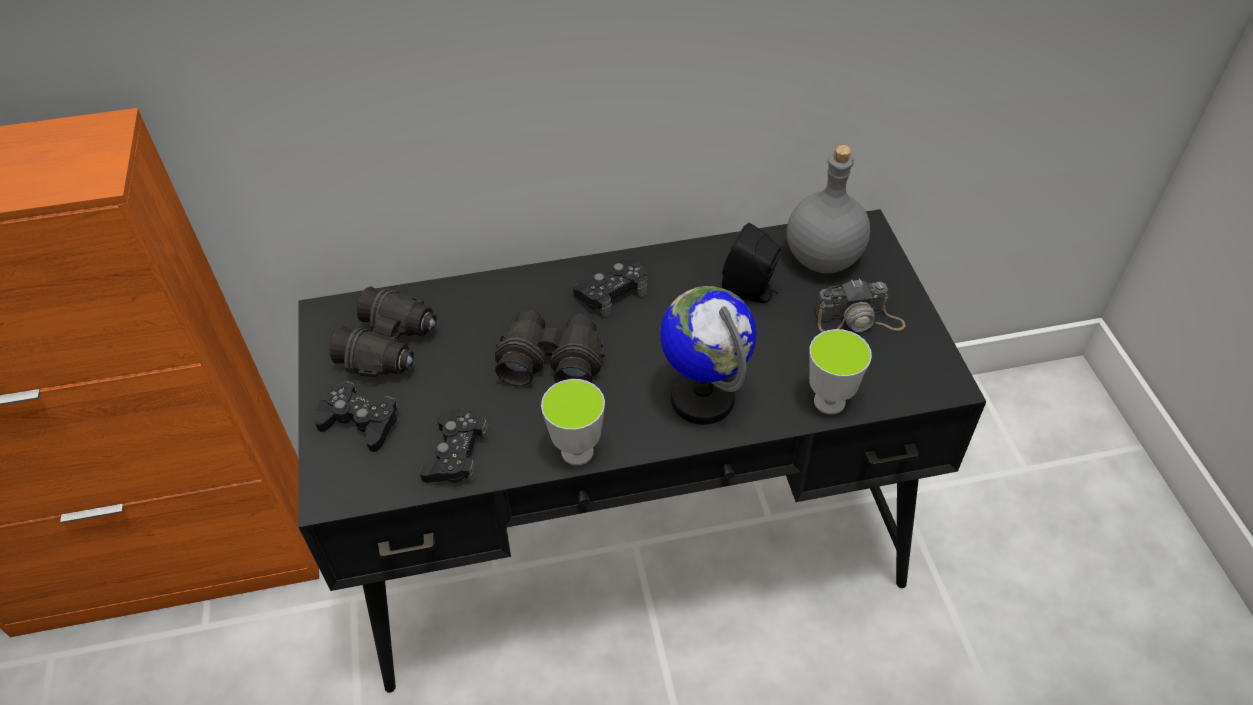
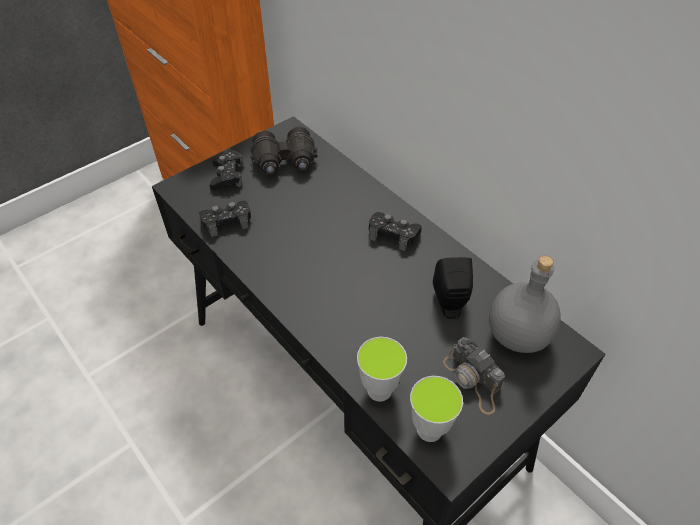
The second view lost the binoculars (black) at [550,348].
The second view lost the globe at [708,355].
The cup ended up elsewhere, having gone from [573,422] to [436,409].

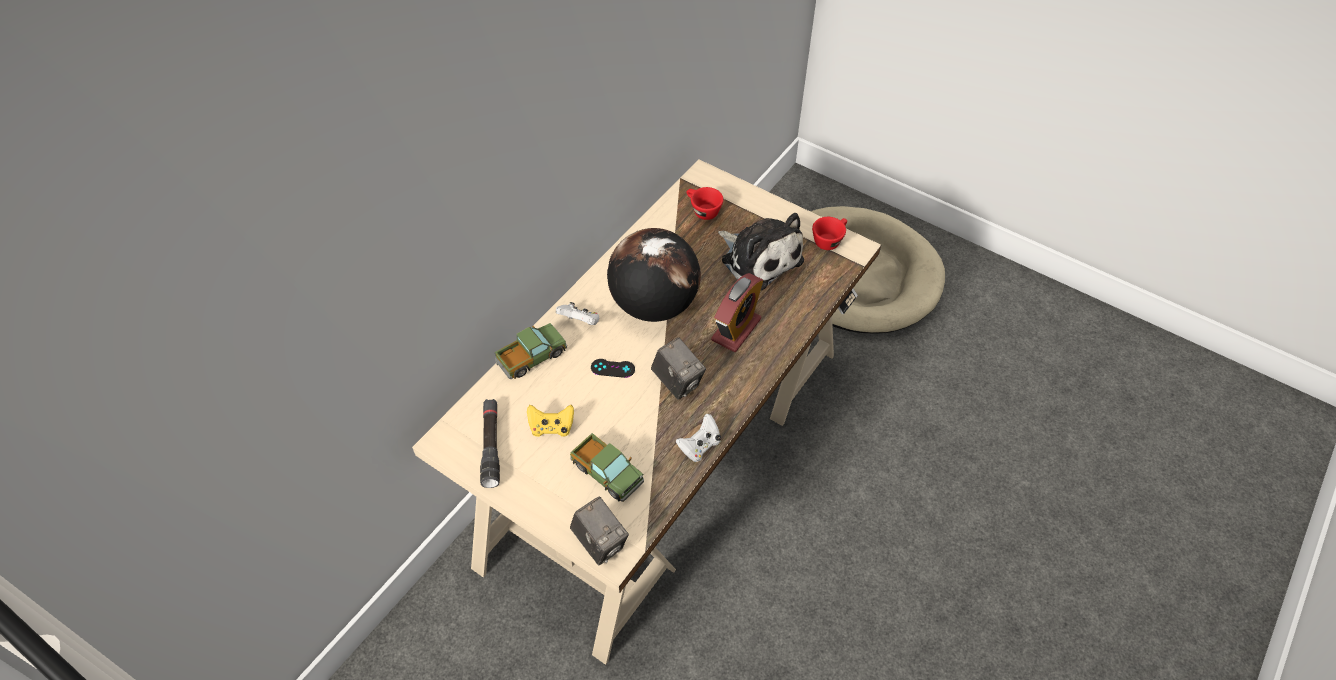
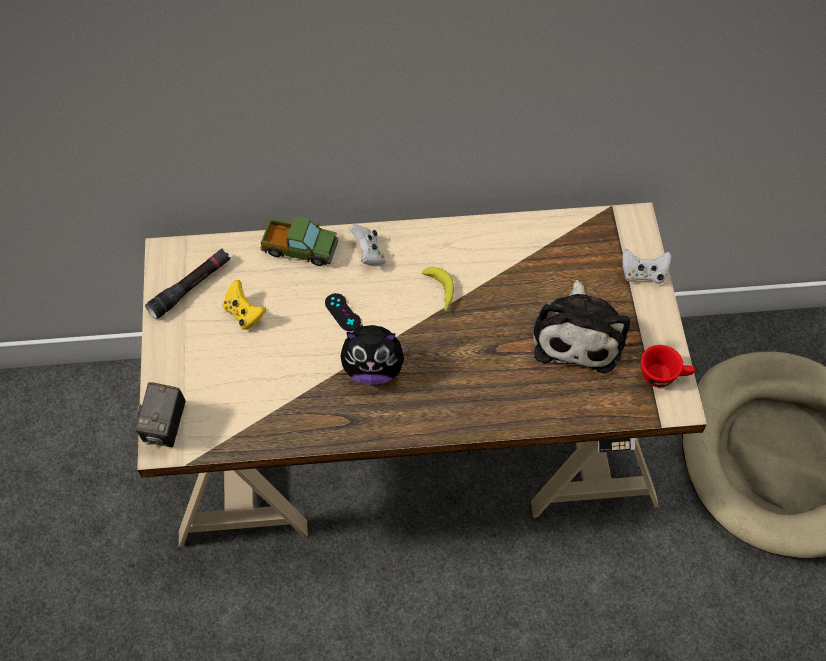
The second view lost the toy truck at [607,467].
The second view lost the cup (red) at [704,203].
The second view lost the alarm clock at [737,312].
The game controller (white) ended up elsewhere, having gone from [698,438] to [646,266].
Where the globe stood at [654,275], the banana came to stand at [438,289].
Where the photo camera stood at [678,368], the plush toy came to stand at [375,355].

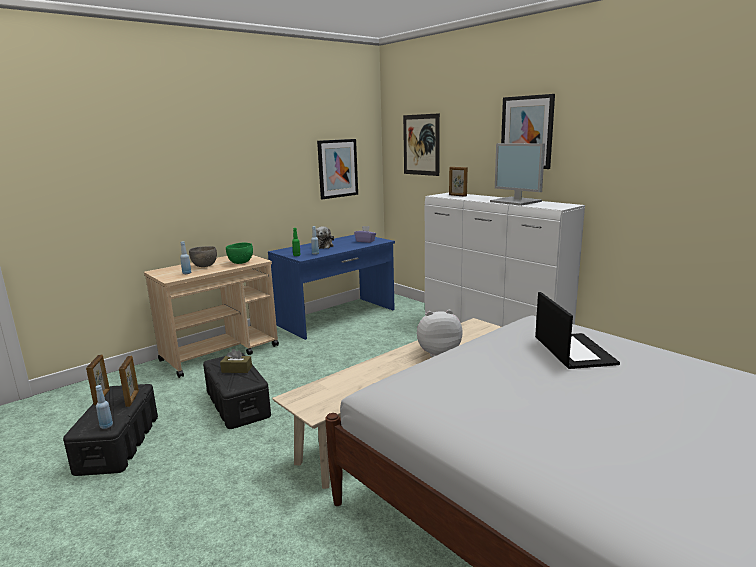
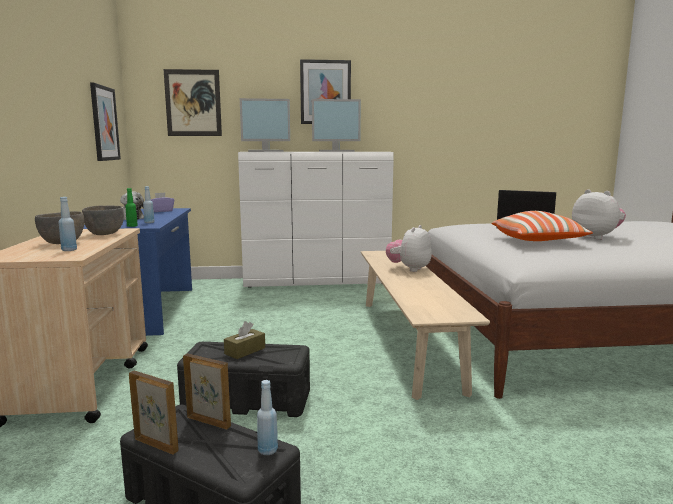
The second view gained the pillow at [542,226].
The second view gained the plush toy at [599,214].
Where the picture frame stood at [458,182], the monitor came to stand at [265,125].
What was the bowl (green) at [239,253] turned into the bowl (grey) at [103,220].

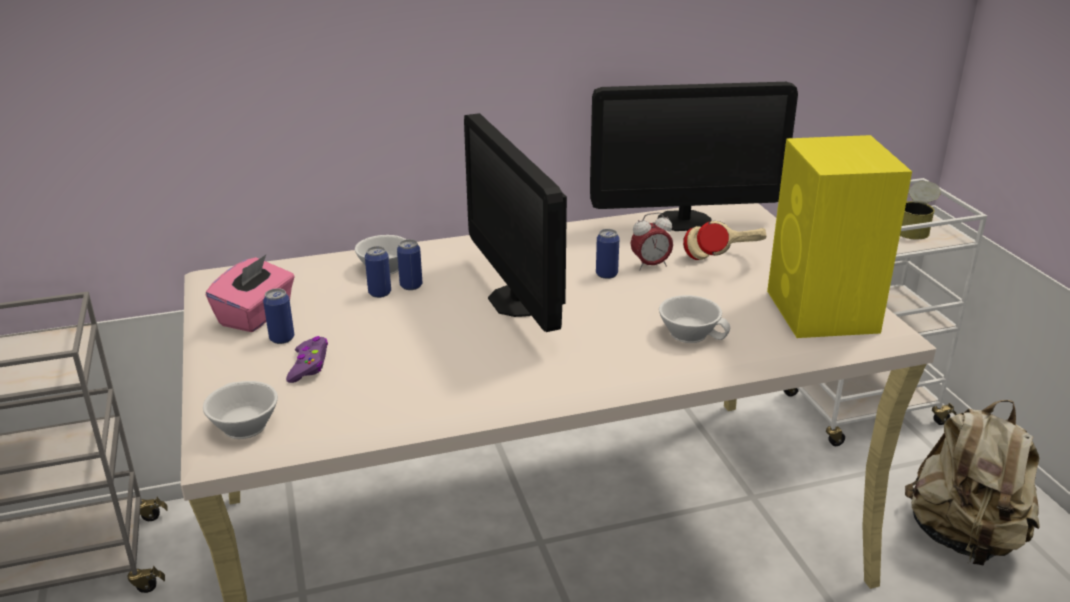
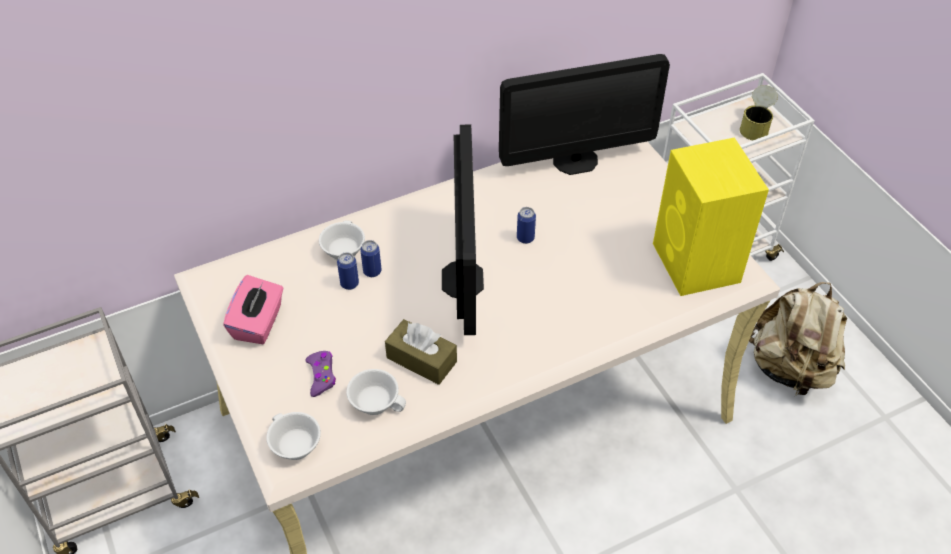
The second view lost the can at [278,316].
The second view lost the alarm clock at [652,241].
The second view lost the headphones (beige) at [724,240].
The second view gained the tissue box (brown) at [421,352].
The cup (white) ended up elsewhere, having gone from [694,319] to [376,392].
The monitor at [515,222] ended up facing another way, 150 degrees counterclockwise from before.

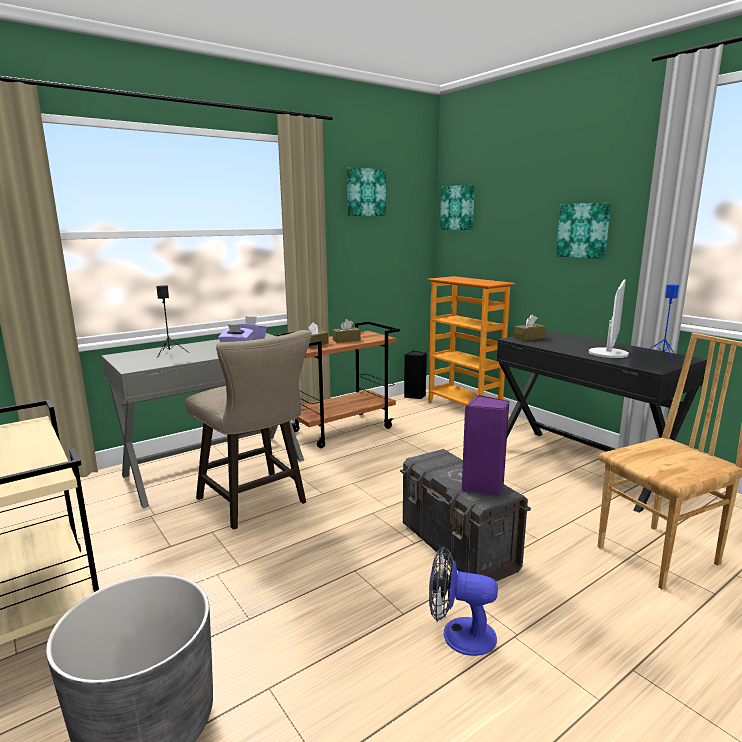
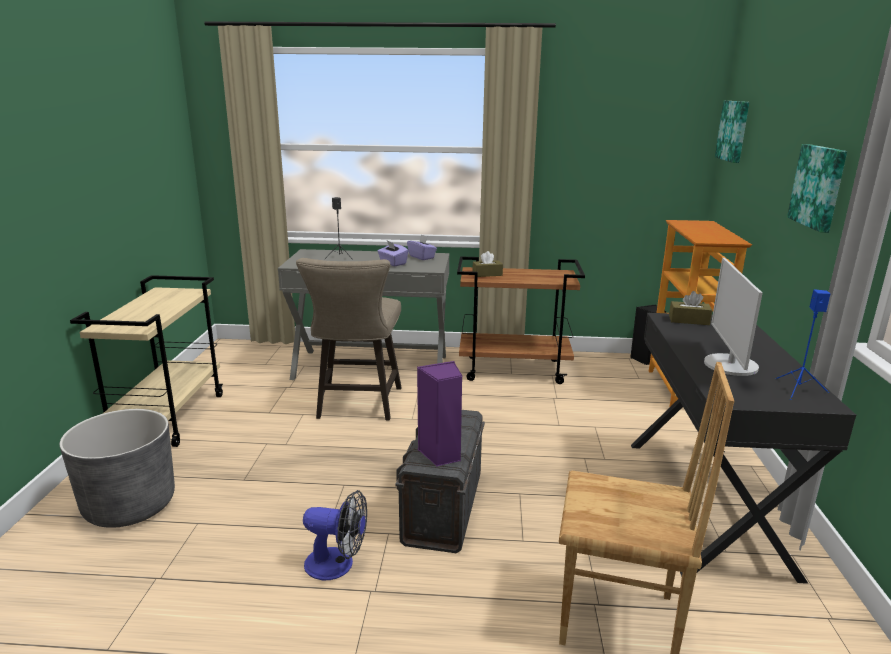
The second view lost the tissue box (brown) at [347,331].
The second view lost the picture at [366,192].
The fan at [463,601] ended up facing another way, 135 degrees clockwise from before.
The monitor at [609,319] ended up facing another way, 120 degrees clockwise from before.

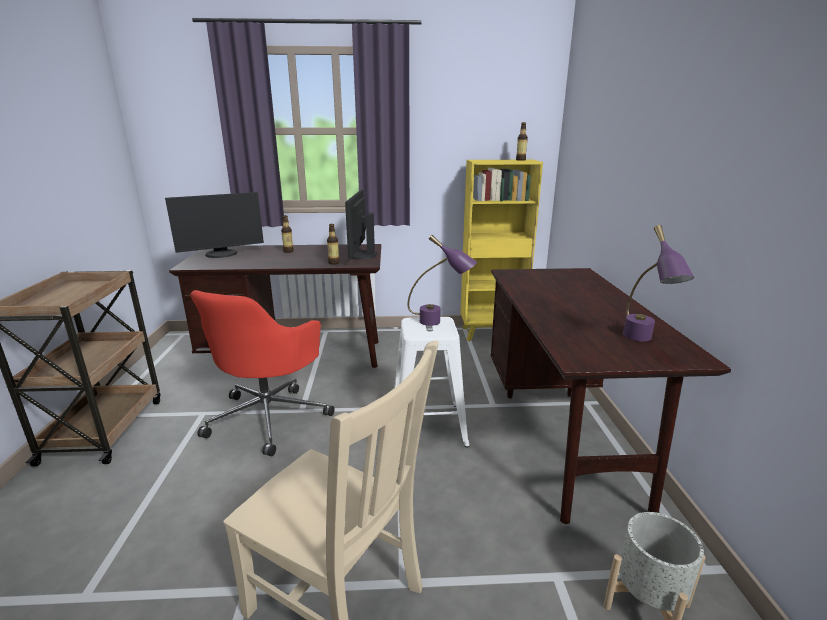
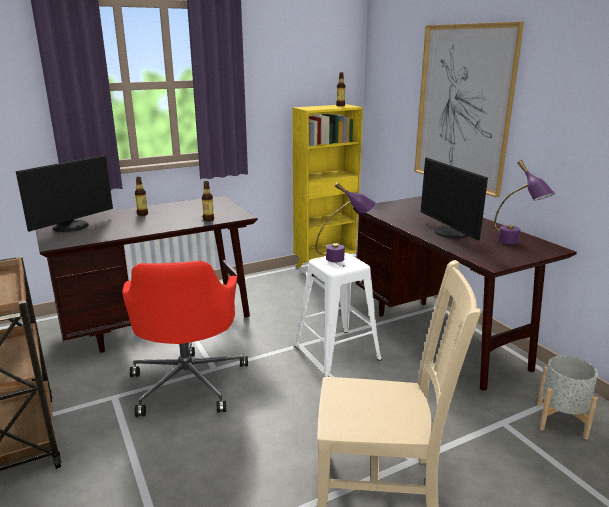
The second view gained the picture at [469,109].
The monitor ended up elsewhere, having gone from [361,225] to [454,198].

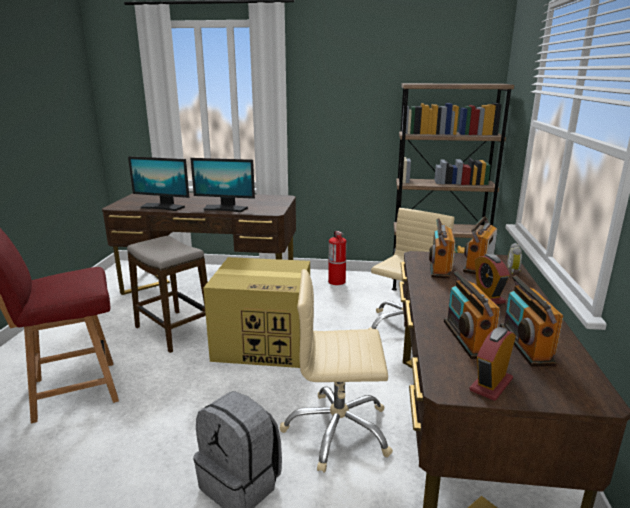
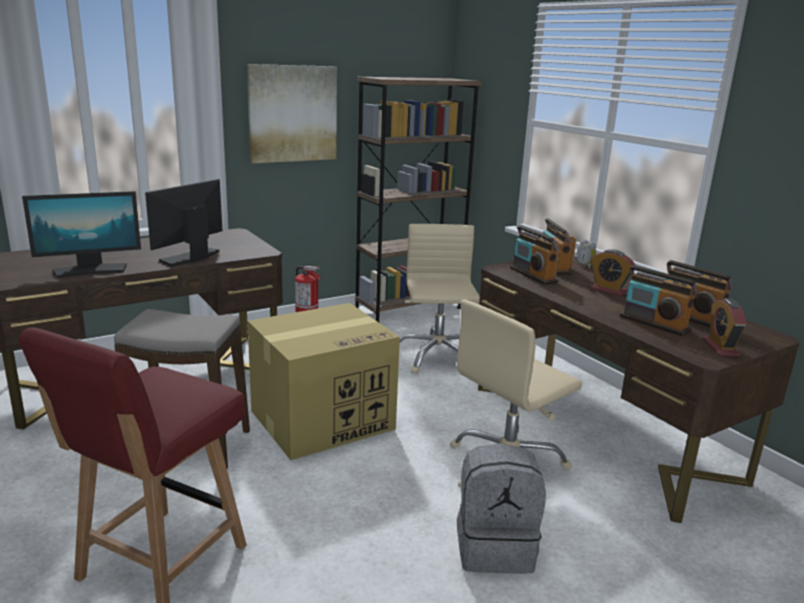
The second view gained the picture at [292,113].
The monitor at [223,185] ended up facing another way, 150 degrees clockwise from before.

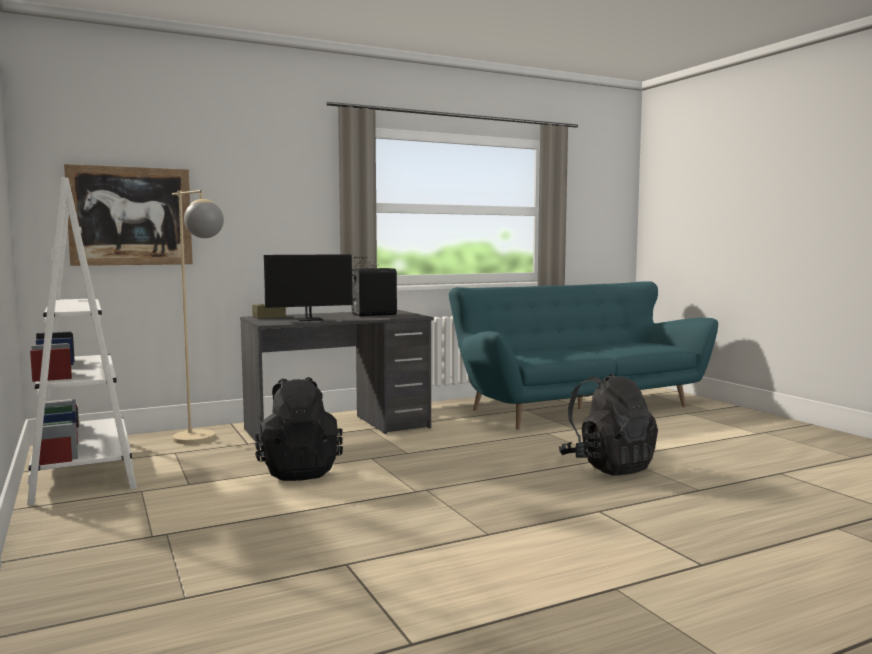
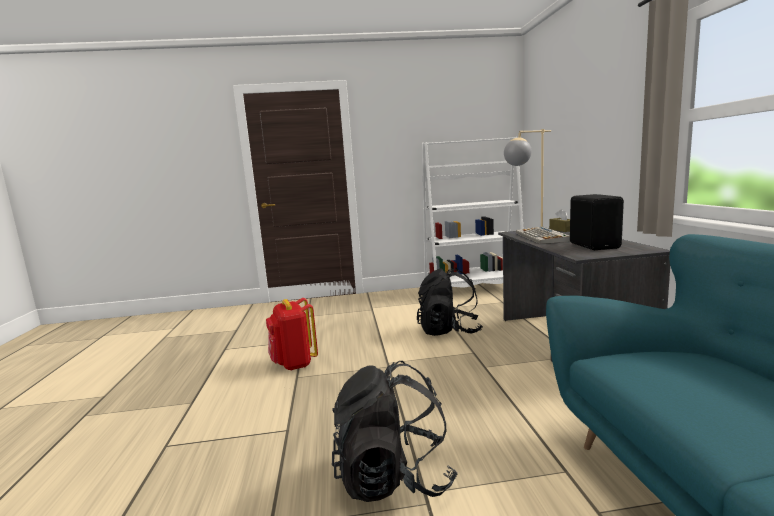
The second view lost the picture at [128,215].
The second view gained the backpack (red) at [292,334].
Where the monitor stood at [320,287], the keyboard came to stand at [543,235].

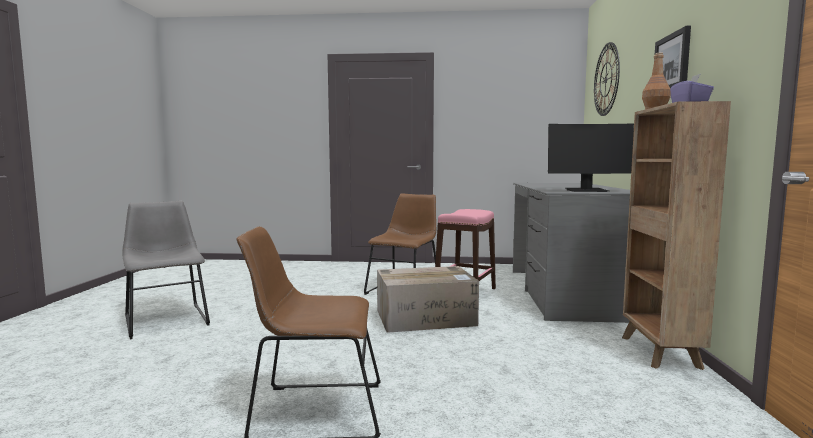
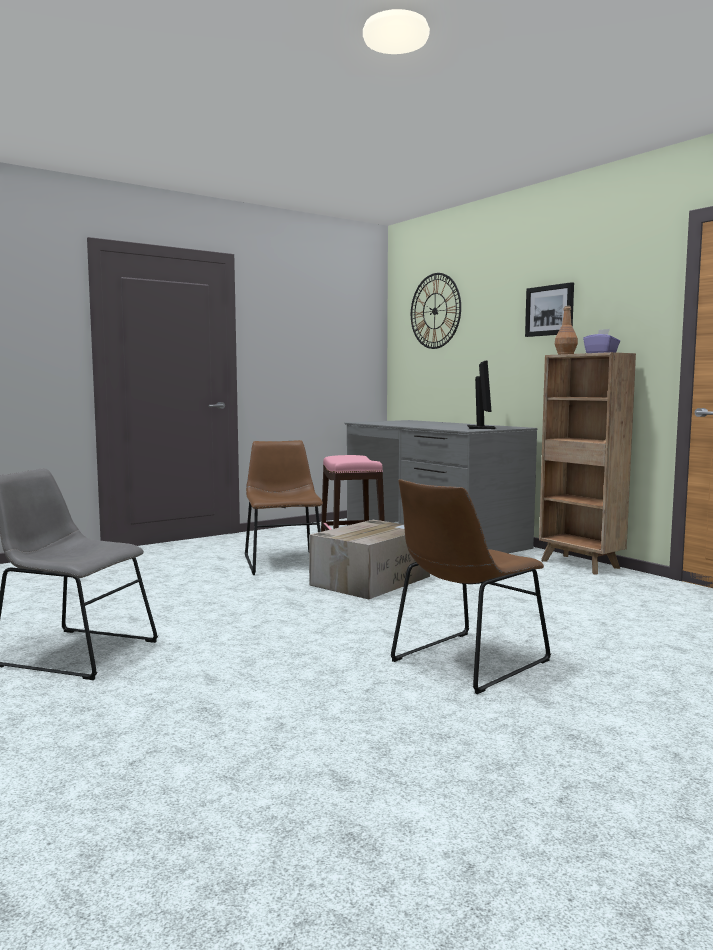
The monitor at [591,158] ended up facing another way, 45 degrees counterclockwise from before.

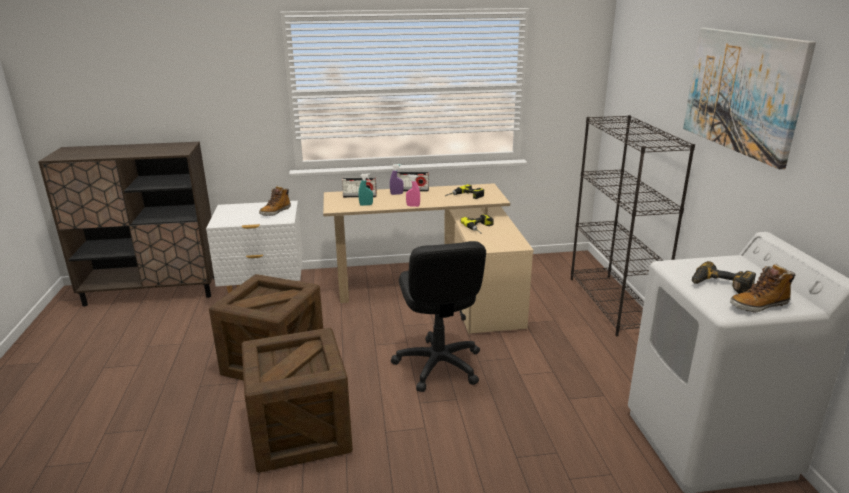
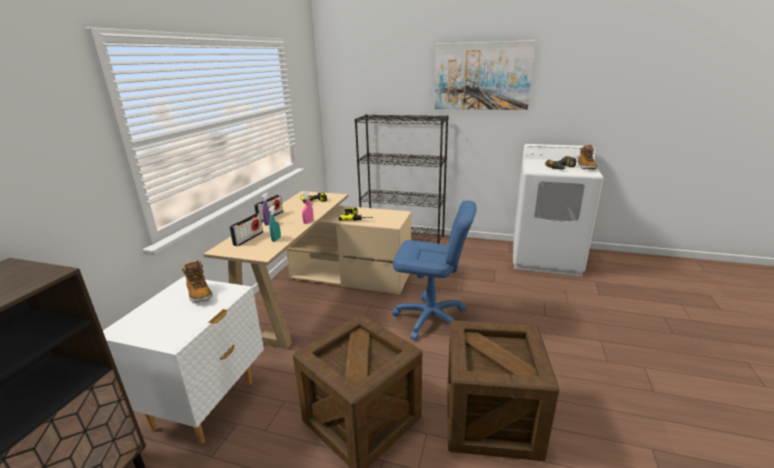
What was the office chair (black) at [438,316] turned into the office chair (blue) at [434,270].

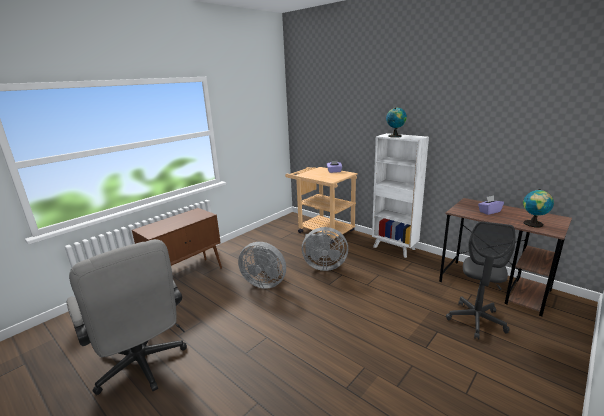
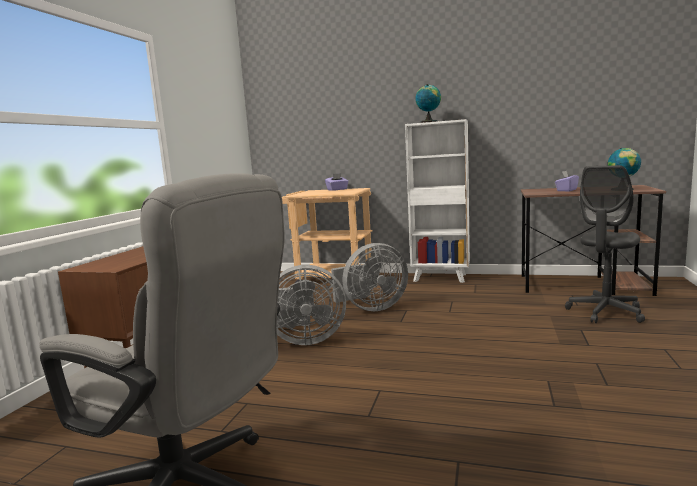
The office chair (grey) at [480,280] ended up facing another way, 45 degrees clockwise from before.

